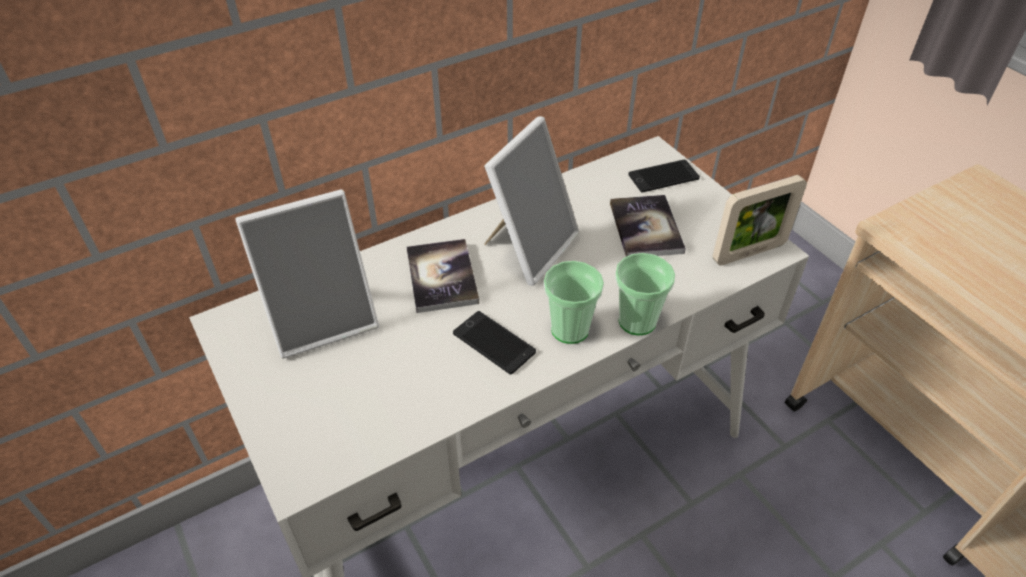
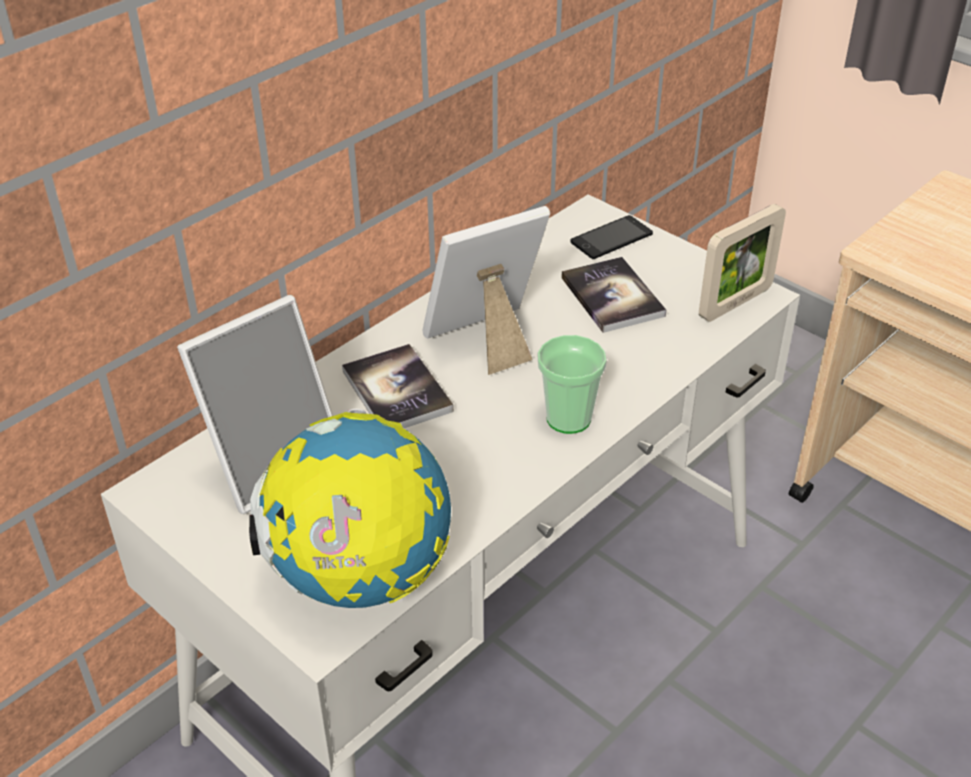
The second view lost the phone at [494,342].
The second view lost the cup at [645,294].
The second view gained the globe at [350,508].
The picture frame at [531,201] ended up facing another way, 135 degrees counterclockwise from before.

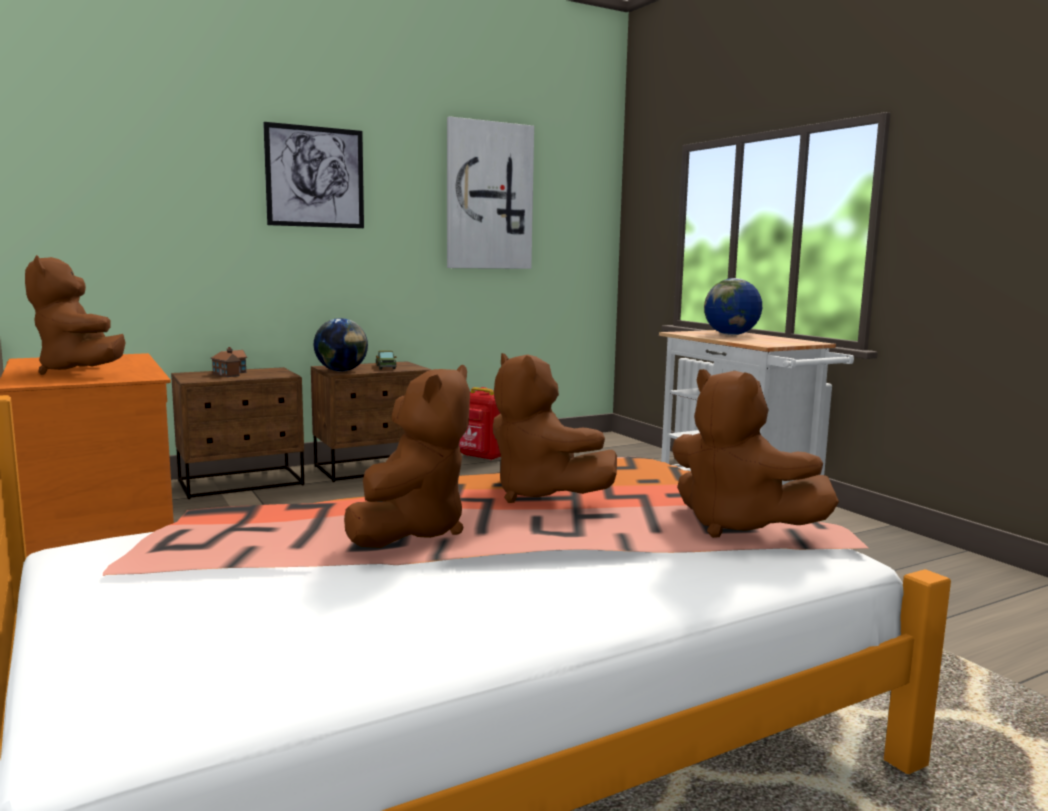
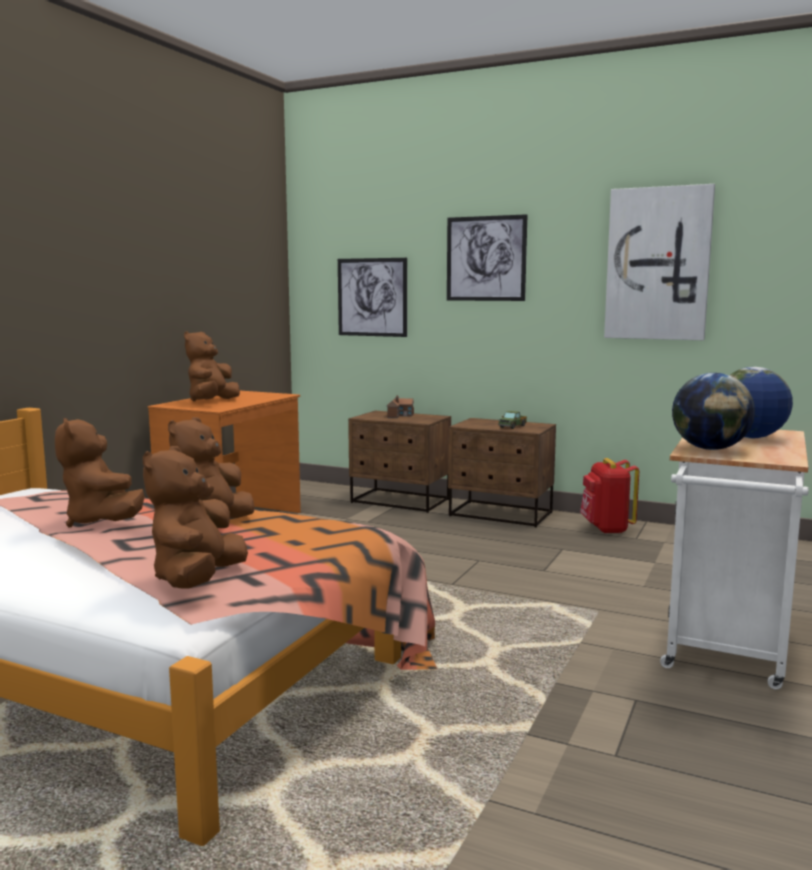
The second view gained the picture at [372,297].
The globe ended up elsewhere, having gone from [341,345] to [713,411].
The plush toy (brown) at [407,456] ended up facing another way, 75 degrees clockwise from before.

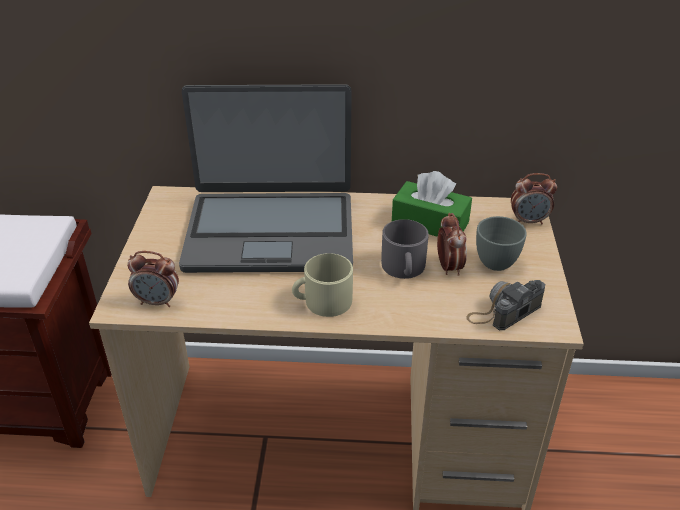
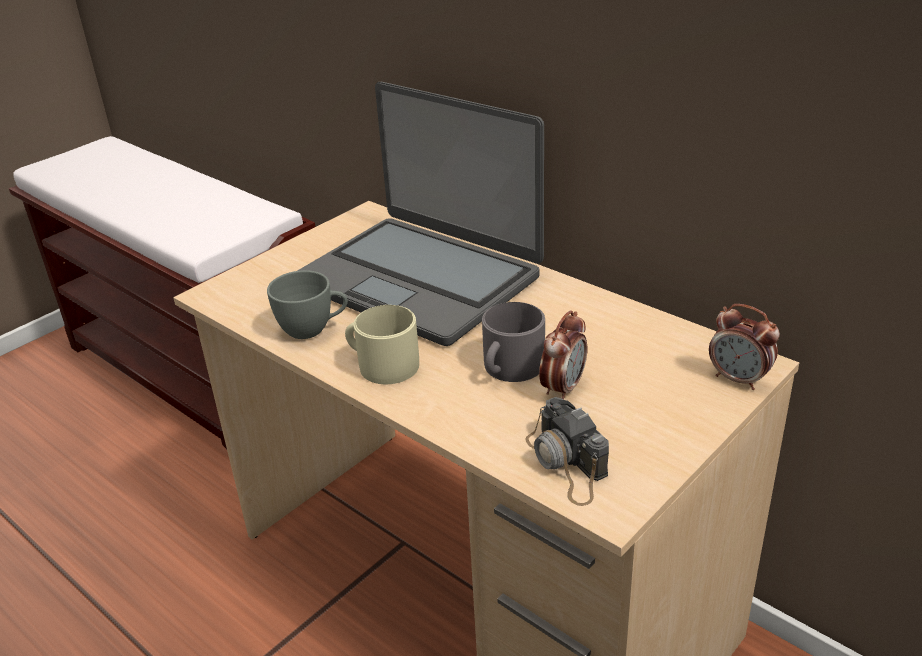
The second view lost the alarm clock at [153,279].
The second view lost the tissue box (green) at [432,204].
The cup (grey) ended up elsewhere, having gone from [501,243] to [307,304].
The photo camera at [505,305] ended up facing another way, 120 degrees counterclockwise from before.

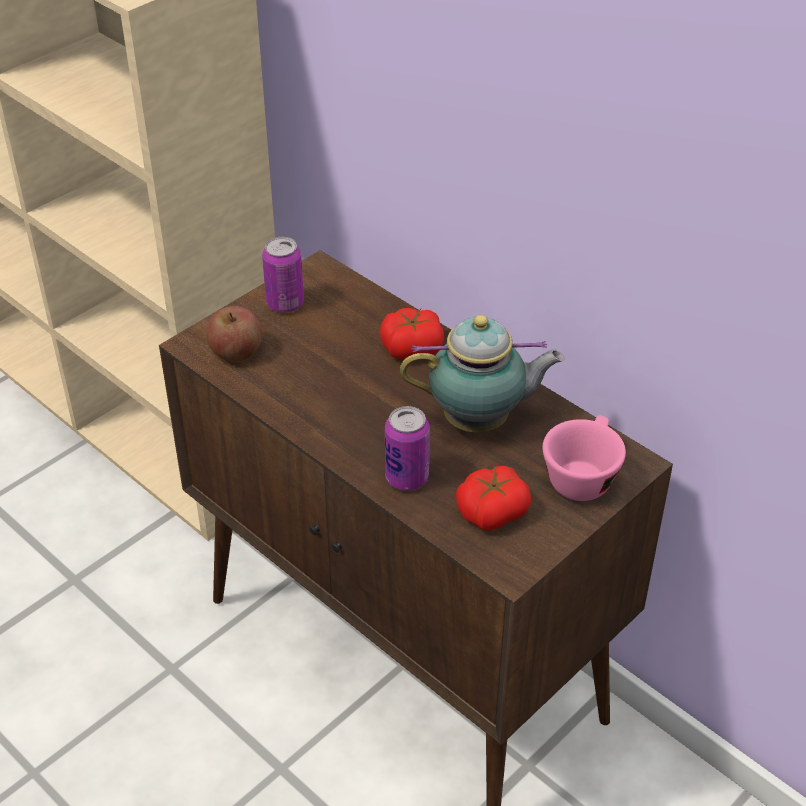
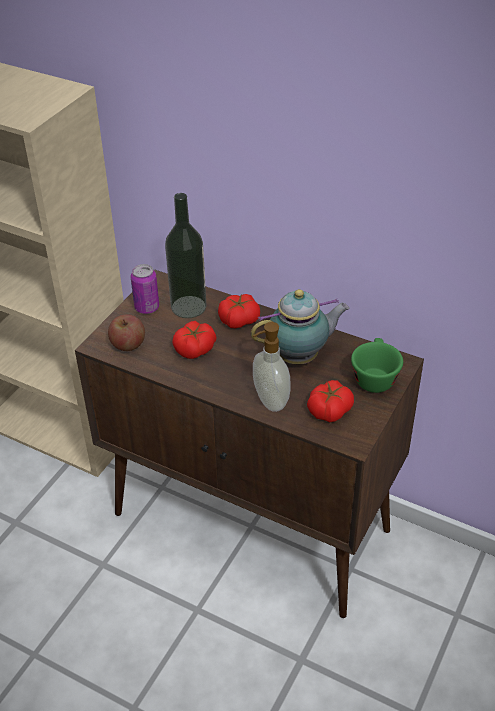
The second view gained the bottle at [186,255].
The second view gained the tomato at [194,340].
Where the can stood at [407,448], the soap dispenser came to stand at [272,367].
What was the cup (pink) at [584,458] turned into the cup (green) at [377,365].

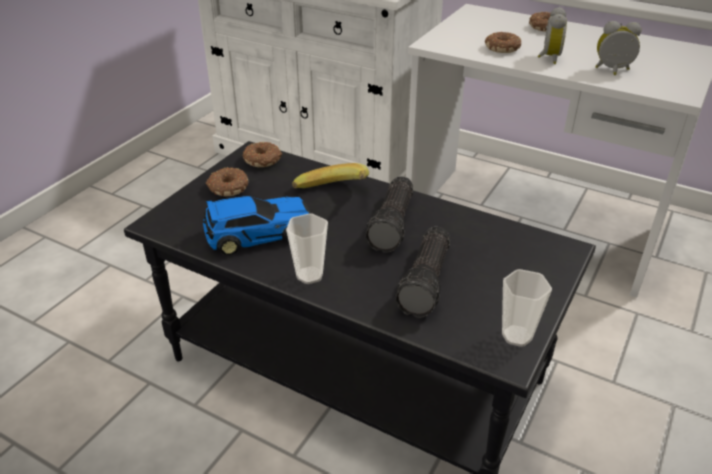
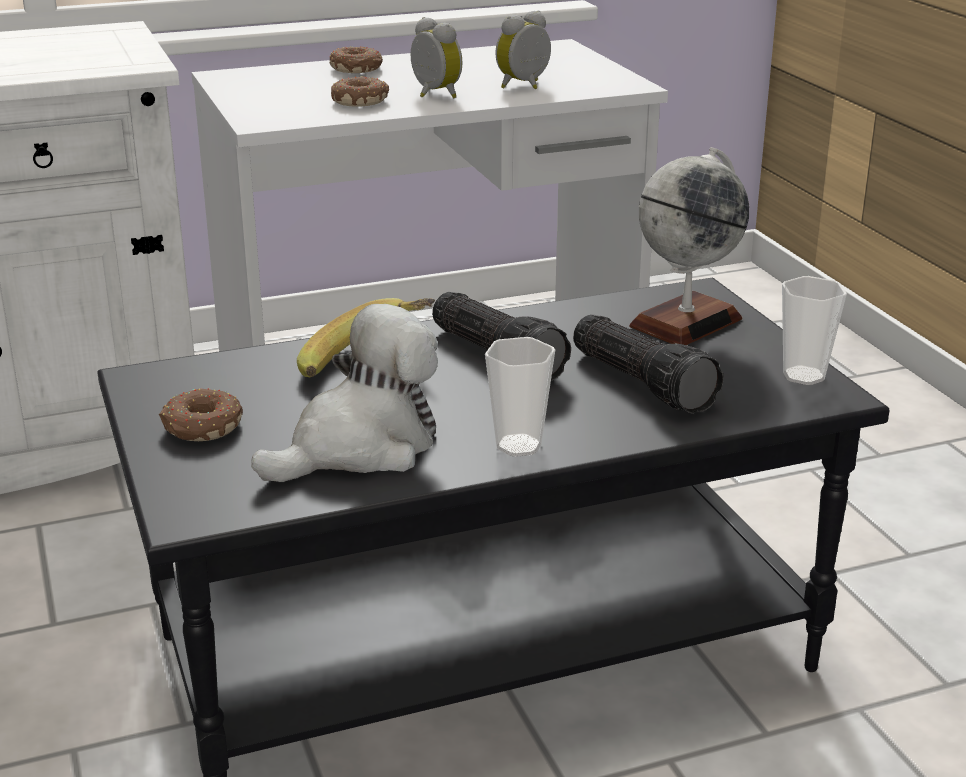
The second view lost the donut at [262,154].
The second view gained the globe at [689,246].
Where the toy car stood at [256,225], the plush toy came to stand at [344,393].

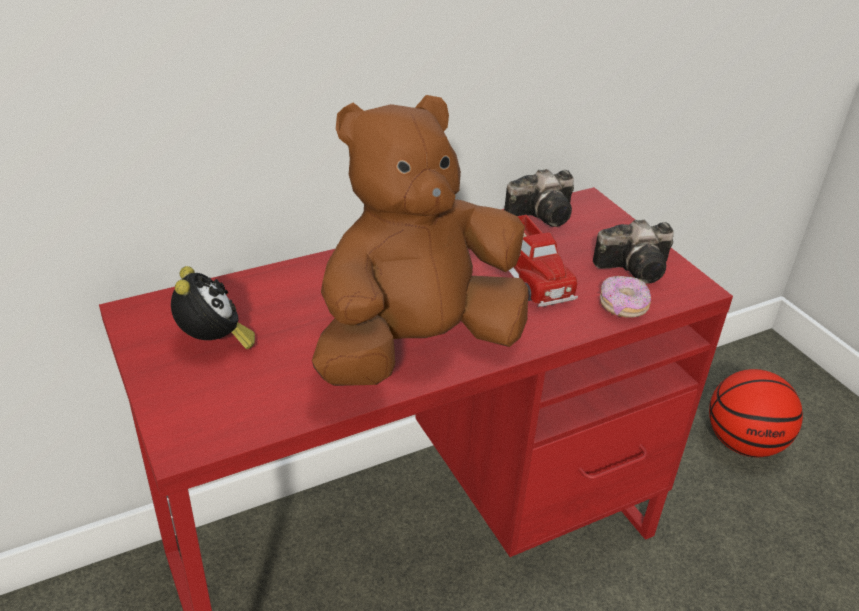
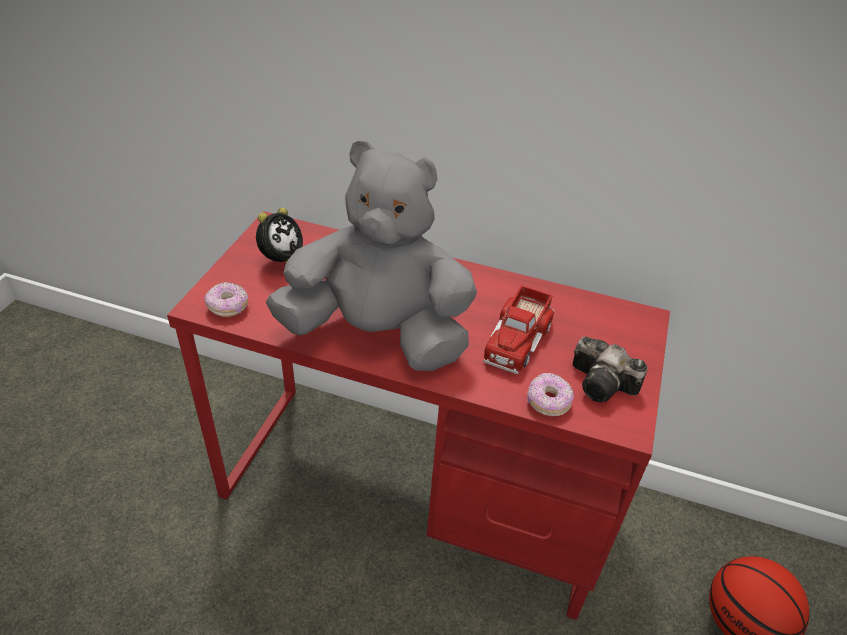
The second view lost the photo camera at [539,198].
The second view gained the donut at [226,299].
What was the plush toy (brown) at [420,240] turned into the plush toy (grey) at [371,255].

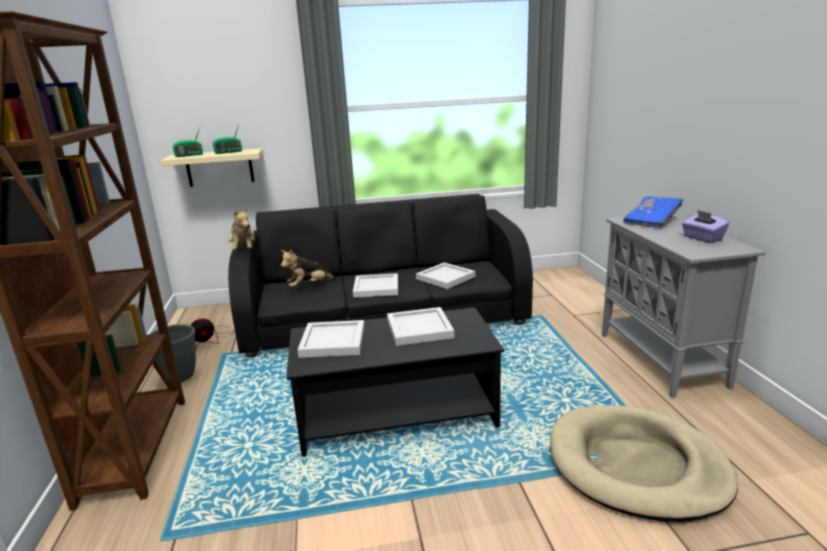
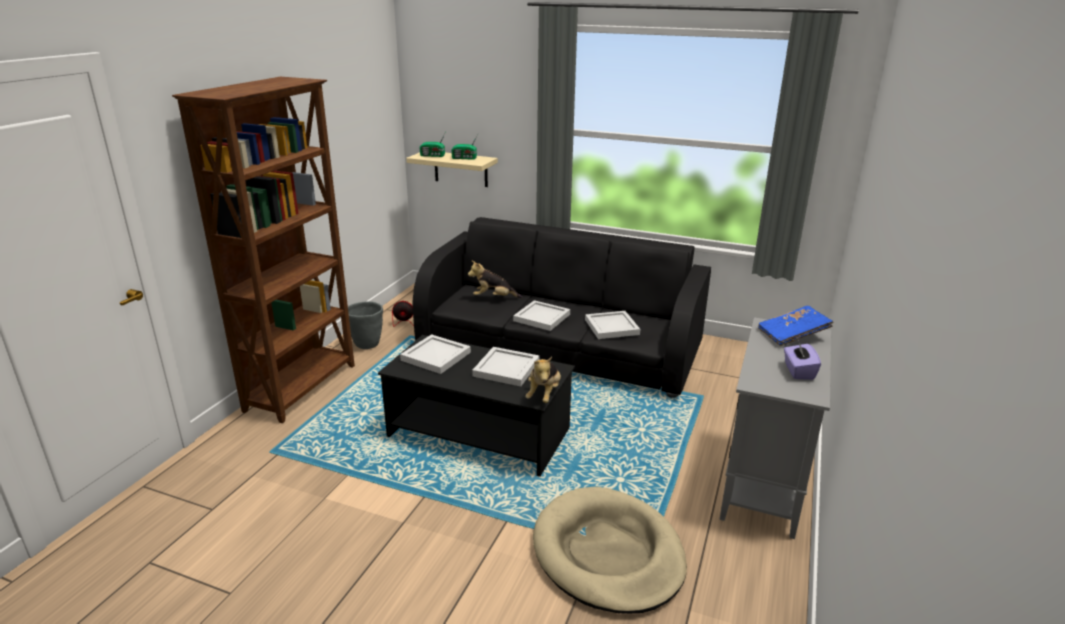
The plush toy ended up elsewhere, having gone from [241,229] to [543,380].

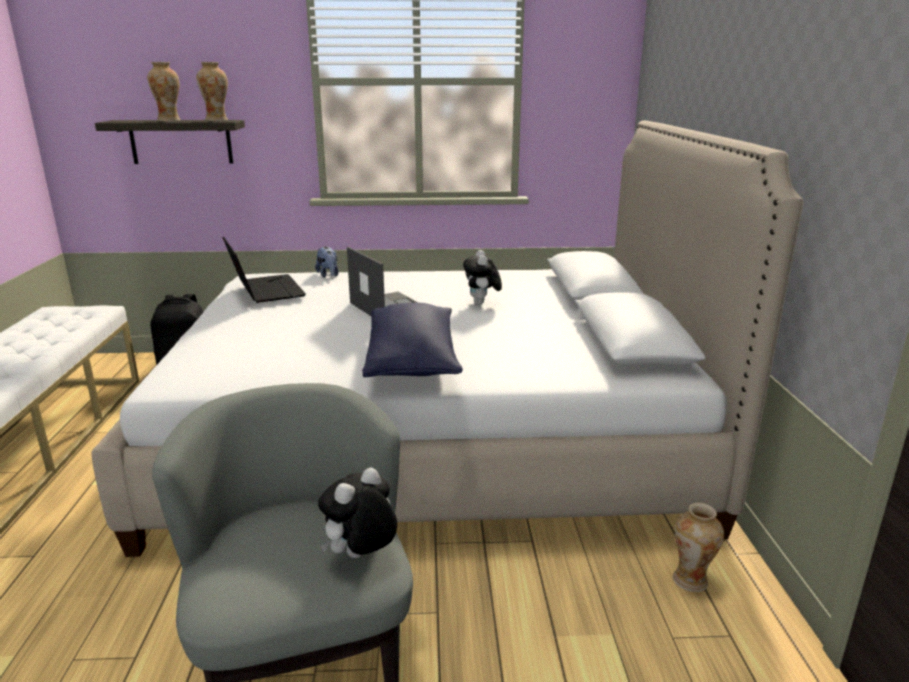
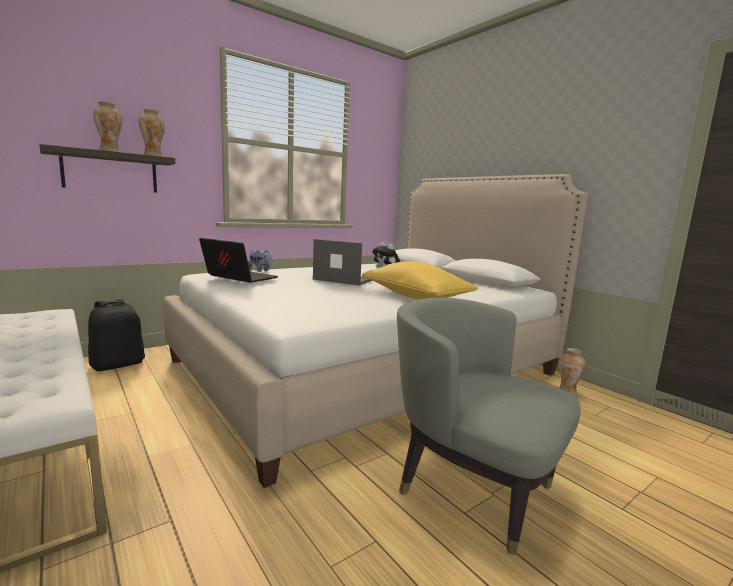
The second view lost the plush toy at [357,512].
What was the pillow (blue) at [412,340] turned into the pillow (yellow) at [420,280].

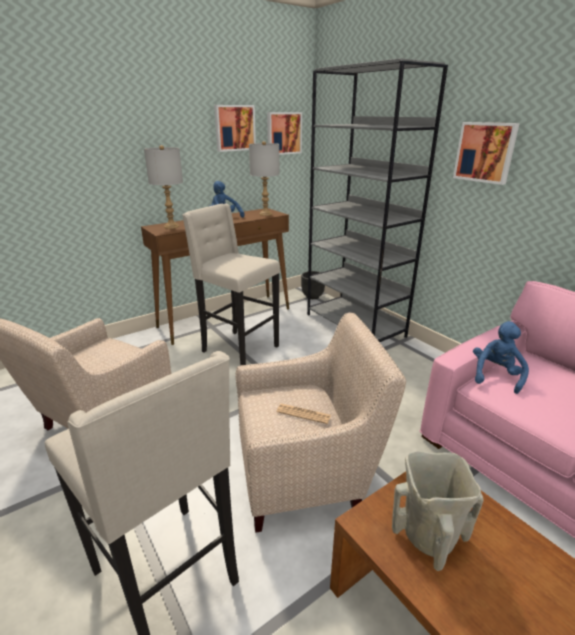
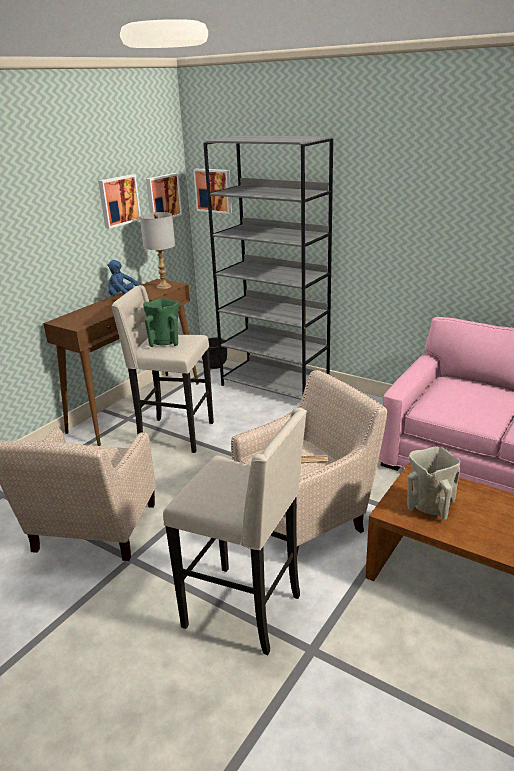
The second view lost the table lamp (grey) at [163,187].
The second view lost the plush toy (blue) at [501,357].
The second view gained the vase (green) at [161,322].
The picture ended up elsewhere, having gone from [486,153] to [212,191].

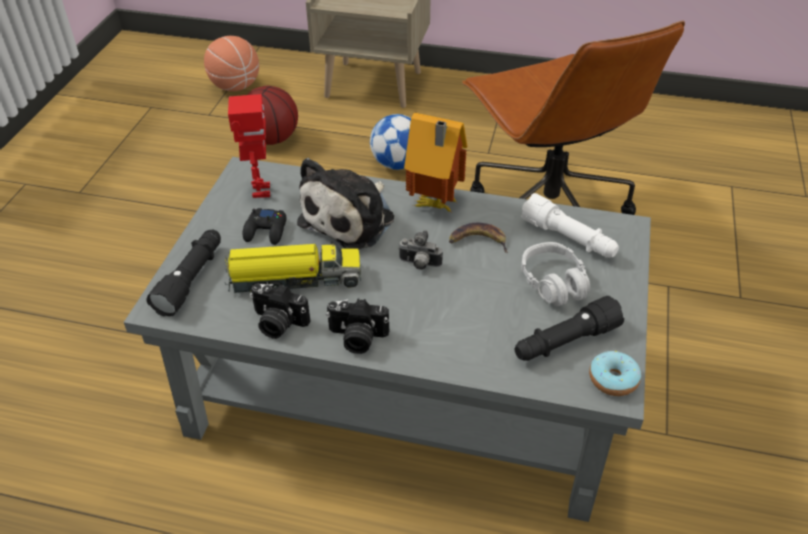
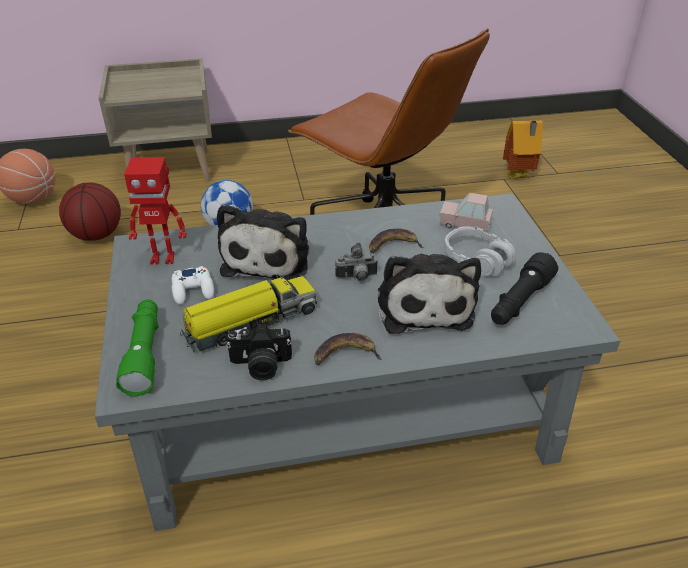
The second view lost the donut at [615,373].
The second view gained the plush toy at [429,294].
The toy house ended up elsewhere, having gone from [435,162] to [523,149].
Where the photo camera stood at [357,326], the banana came to stand at [348,349].
Where the flashlight (white) stood at [570,225], the toy car (pink) came to stand at [466,212].
What was the flashlight (black) at [183,273] turned into the flashlight (green) at [137,348].
What was the game controller (black) at [264,226] turned into the game controller (white) at [193,285].
The toy robot at [249,146] ended up facing another way, 120 degrees clockwise from before.

